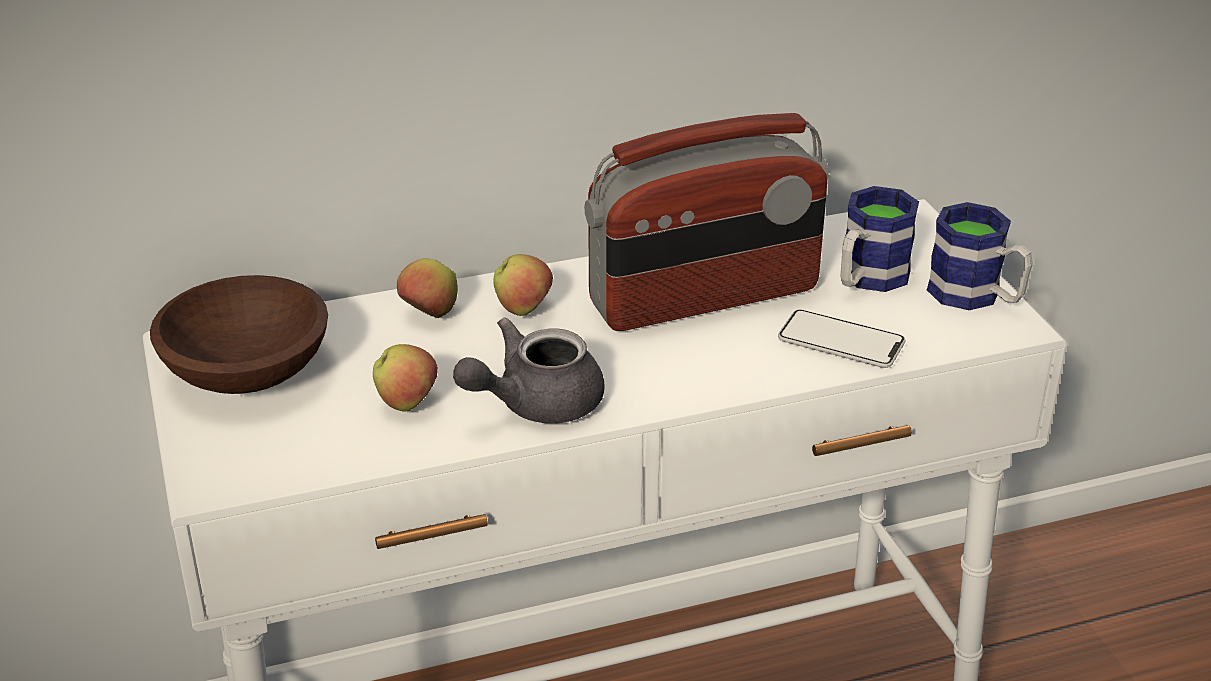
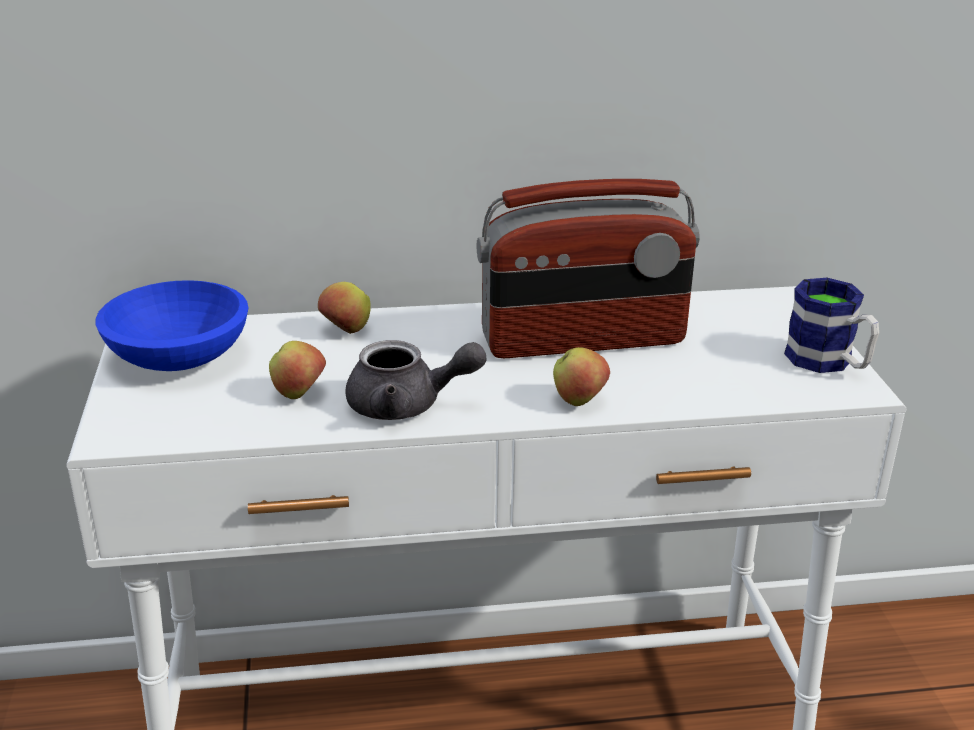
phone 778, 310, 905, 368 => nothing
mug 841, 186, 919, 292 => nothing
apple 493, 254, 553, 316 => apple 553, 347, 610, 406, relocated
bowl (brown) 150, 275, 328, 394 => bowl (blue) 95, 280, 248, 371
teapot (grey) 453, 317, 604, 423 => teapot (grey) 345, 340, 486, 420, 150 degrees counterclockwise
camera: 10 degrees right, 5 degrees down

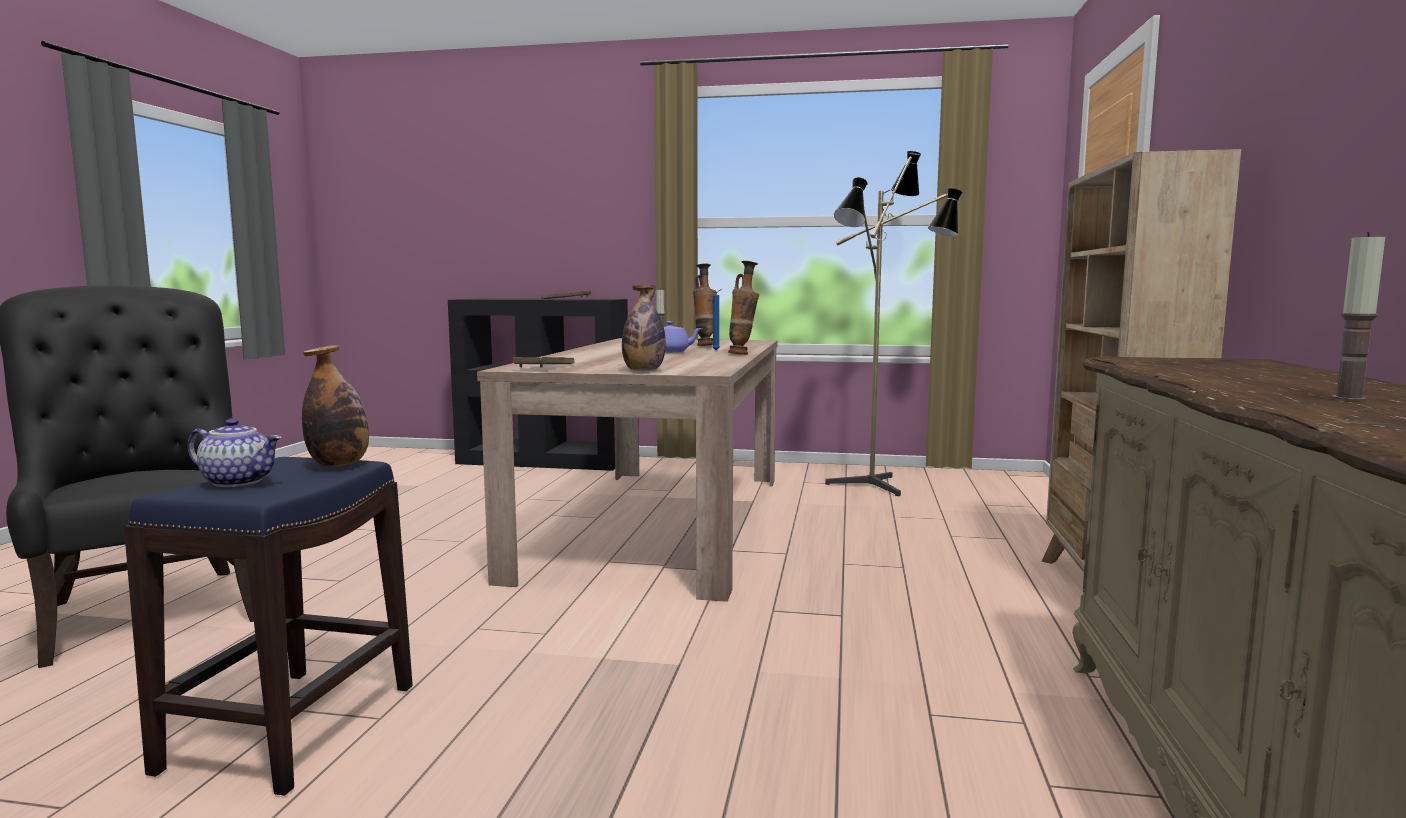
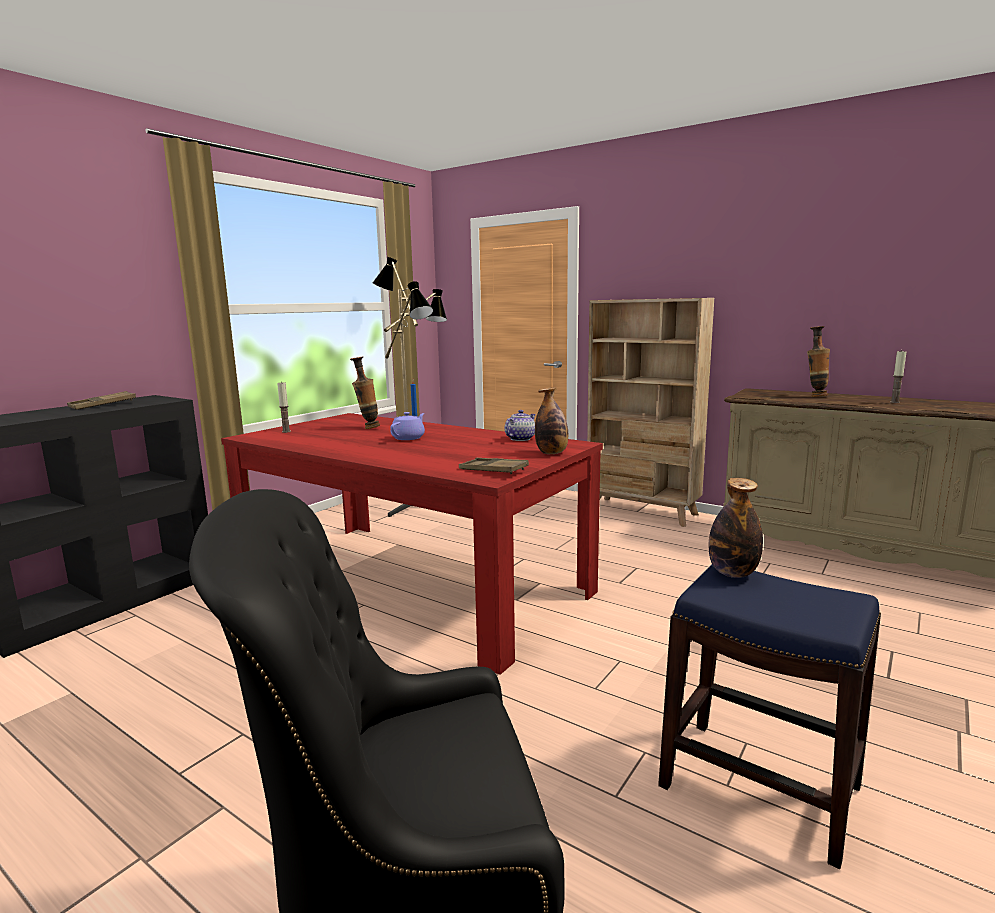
teapot 188, 418, 282, 487 => teapot 504, 410, 536, 441, relocated
vase 728, 261, 759, 355 => vase 807, 326, 830, 397, relocated
dining table (beige) 477, 338, 778, 602 => dining table (red) 221, 413, 603, 675
camera: 65 degrees left, 5 degrees up

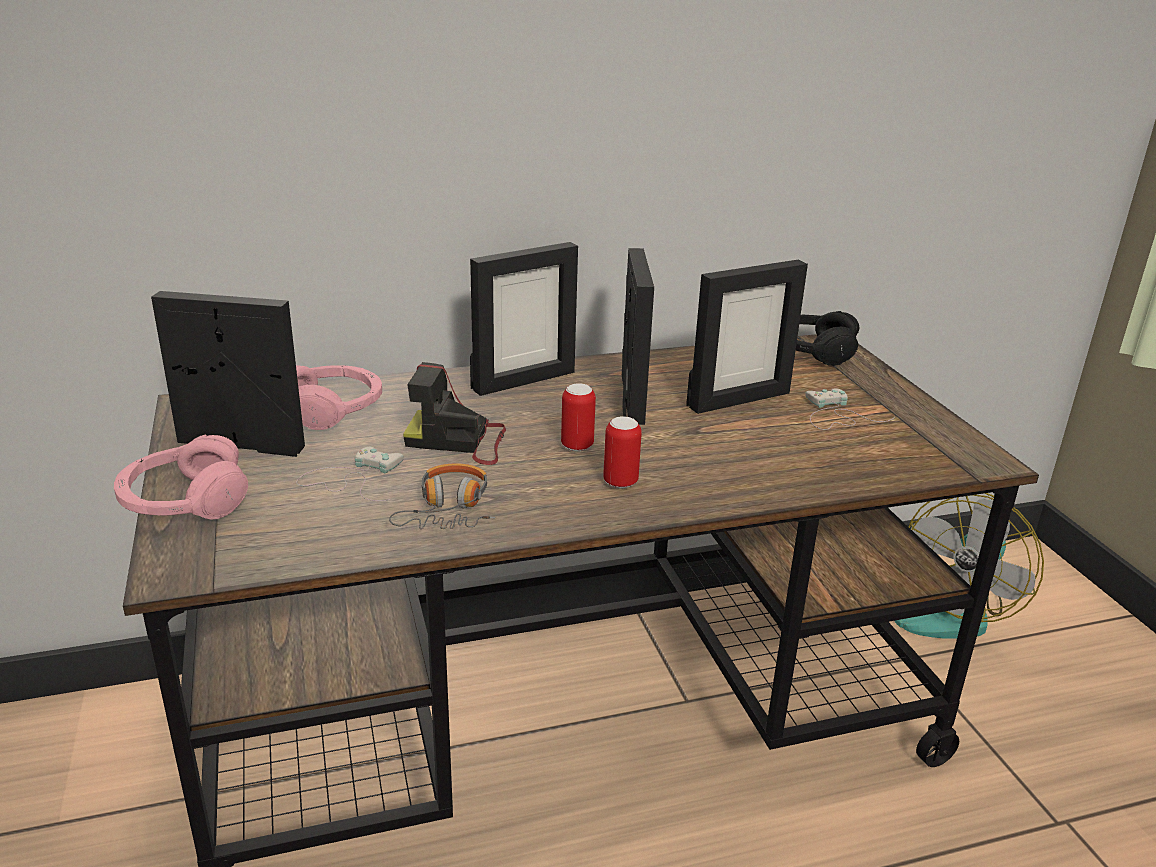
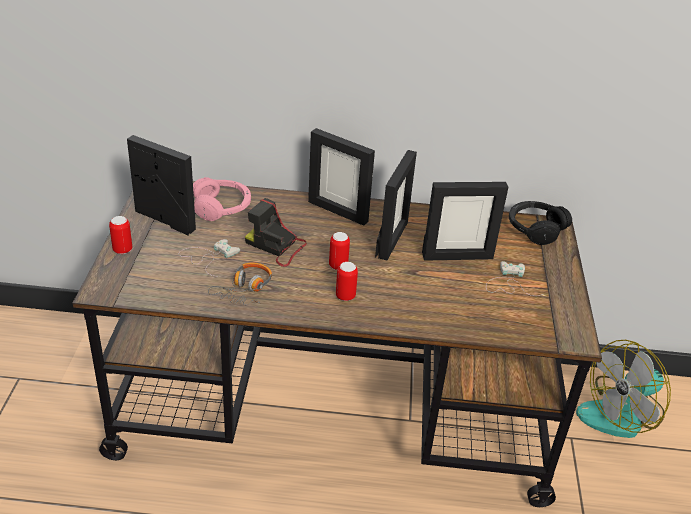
headphones (pink) 114, 435, 248, 519 => can 109, 216, 132, 254
picture frame 470, 242, 578, 396 => picture frame 308, 128, 375, 226, 45 degrees clockwise
camera: 20 degrees right, 10 degrees up

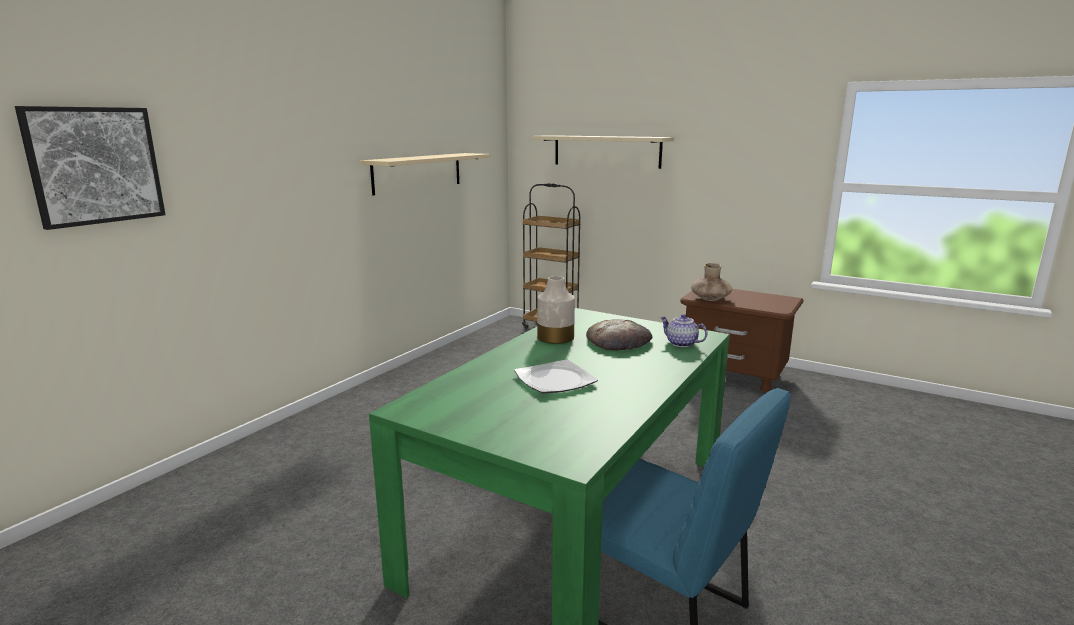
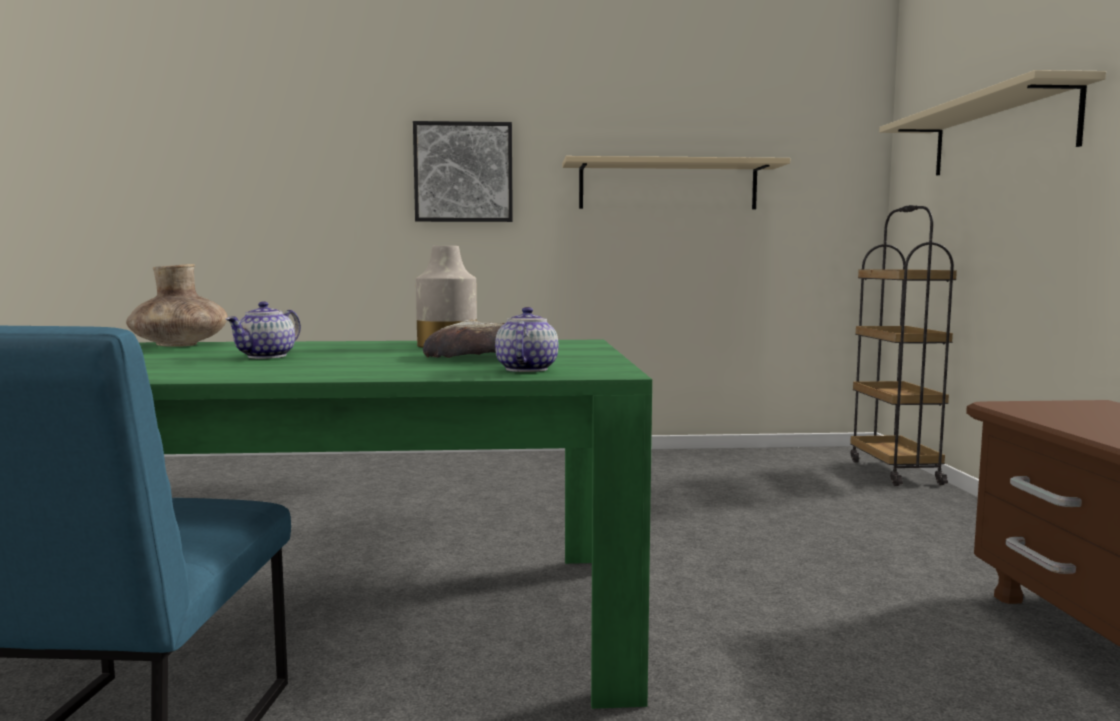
picture 15, 106, 166, 230 => picture 413, 121, 513, 222, relocated
vase (brown) 691, 263, 732, 301 => vase (brown) 126, 264, 228, 347, relocated
plate 514, 359, 598, 393 => teapot 226, 301, 301, 359
camera: 55 degrees right, 10 degrees down

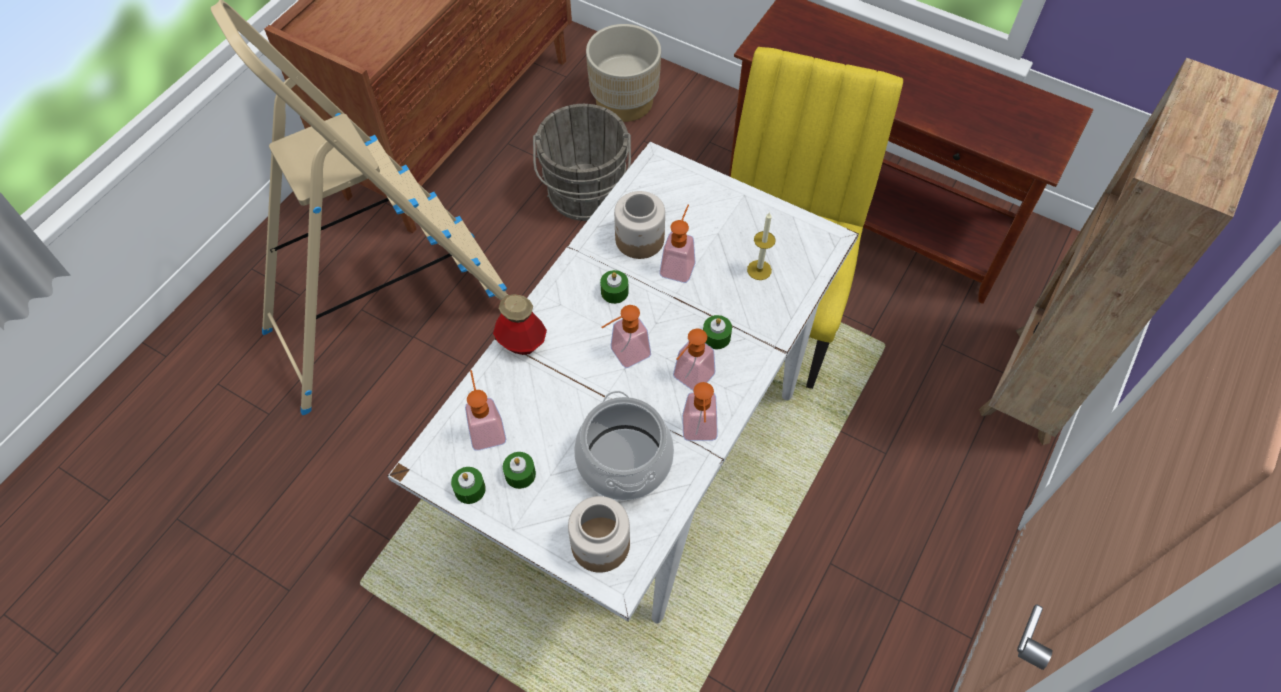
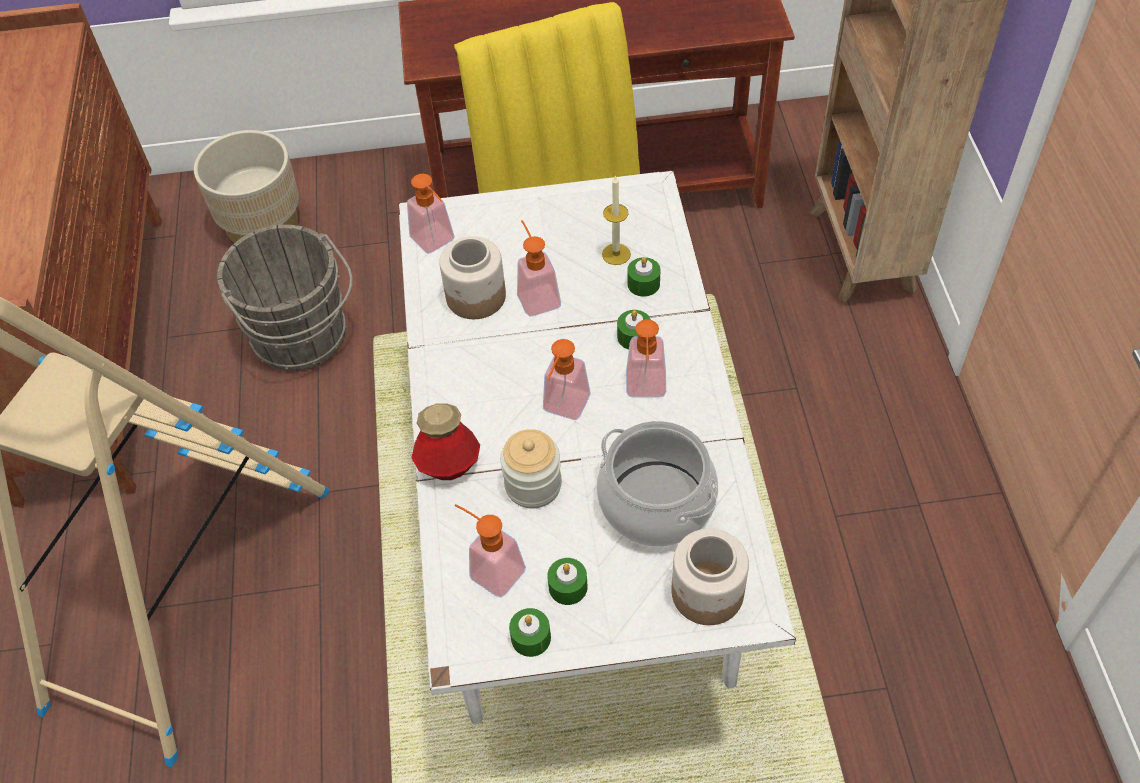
nothing => jar 500, 429, 562, 509
candle (green) 600, 270, 629, 304 => candle (green) 627, 257, 660, 297, relocated
soap dispenser 682, 382, 718, 441 => soap dispenser 407, 174, 455, 254, relocated
camera: 35 degrees left, 5 degrees down

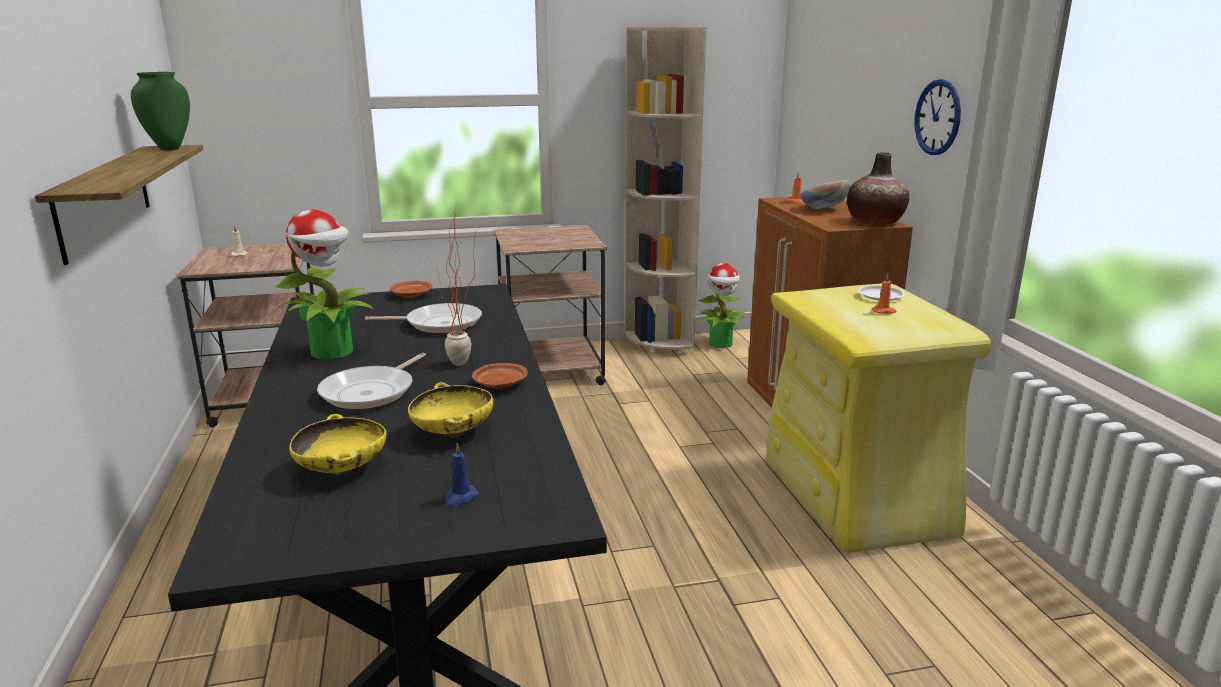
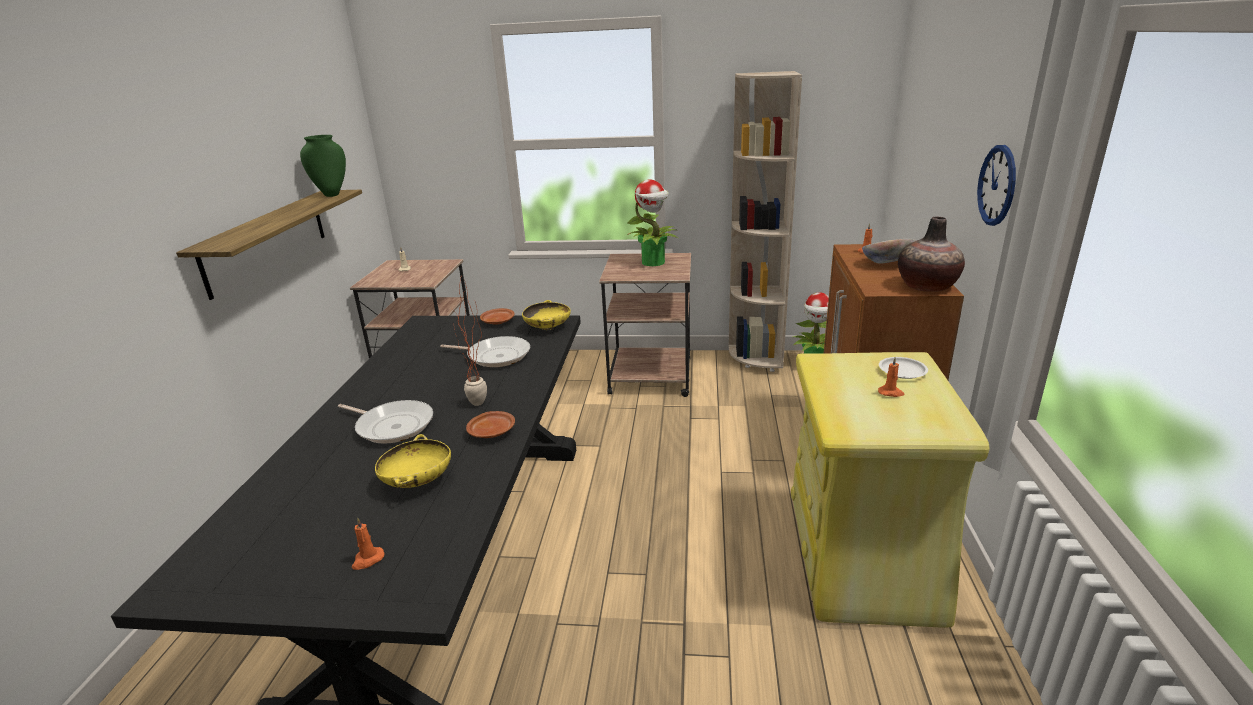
potted plant 275, 210, 373, 359 => potted plant 627, 179, 679, 266, relocated
bowl (yellow) 289, 414, 387, 474 => bowl (yellow) 522, 300, 571, 330, relocated
candle (blue) 444, 443, 479, 508 => candle (orange) 352, 517, 385, 570
frying pan 317, 353, 426, 409 => frying pan 338, 400, 433, 444, 105 degrees counterclockwise
camera: 20 degrees right, 5 degrees up

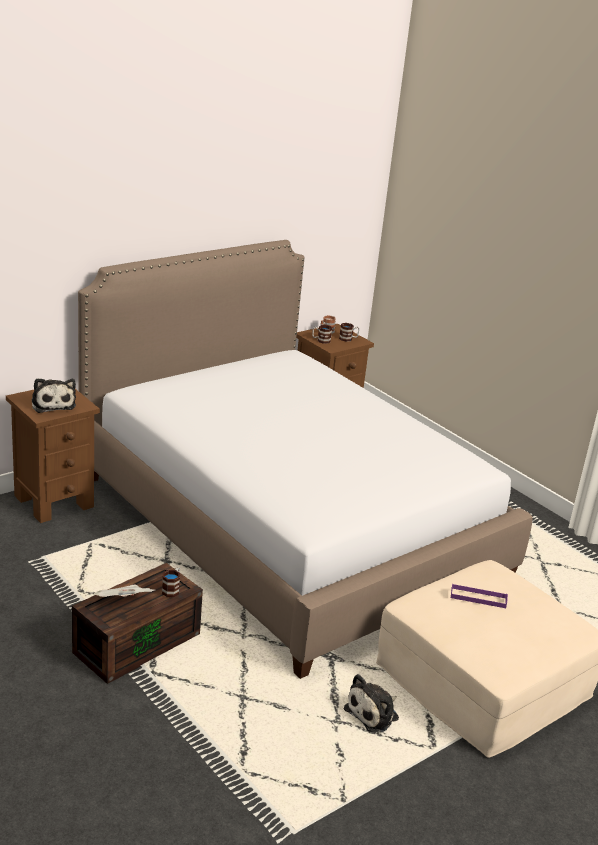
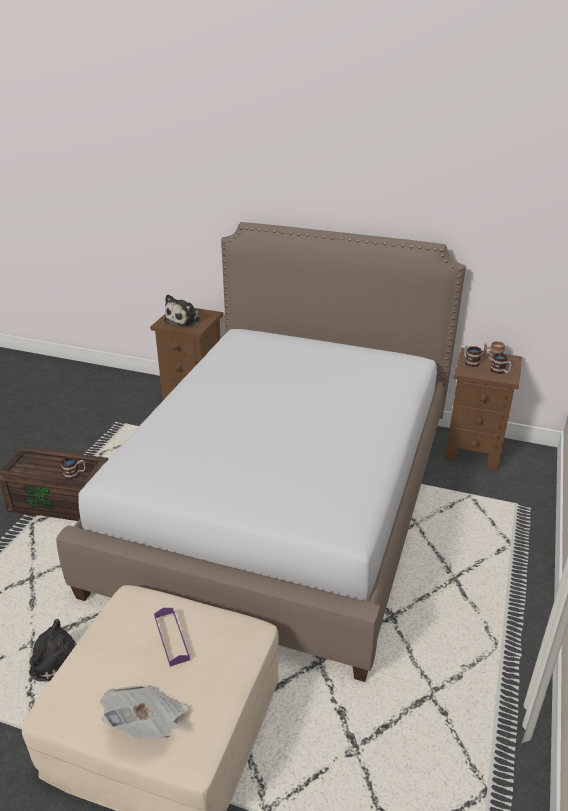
newspaper 95, 584, 154, 597 => newspaper 100, 685, 188, 739, relocated
camera: 60 degrees right, 5 degrees up

